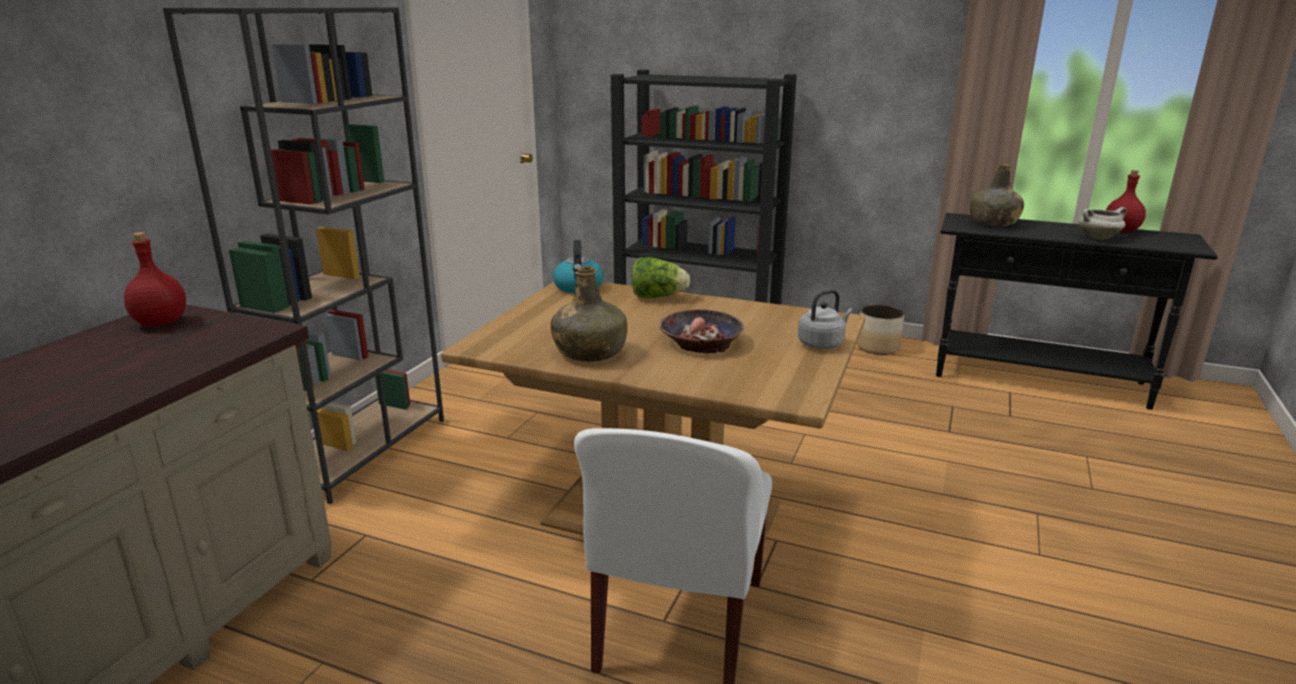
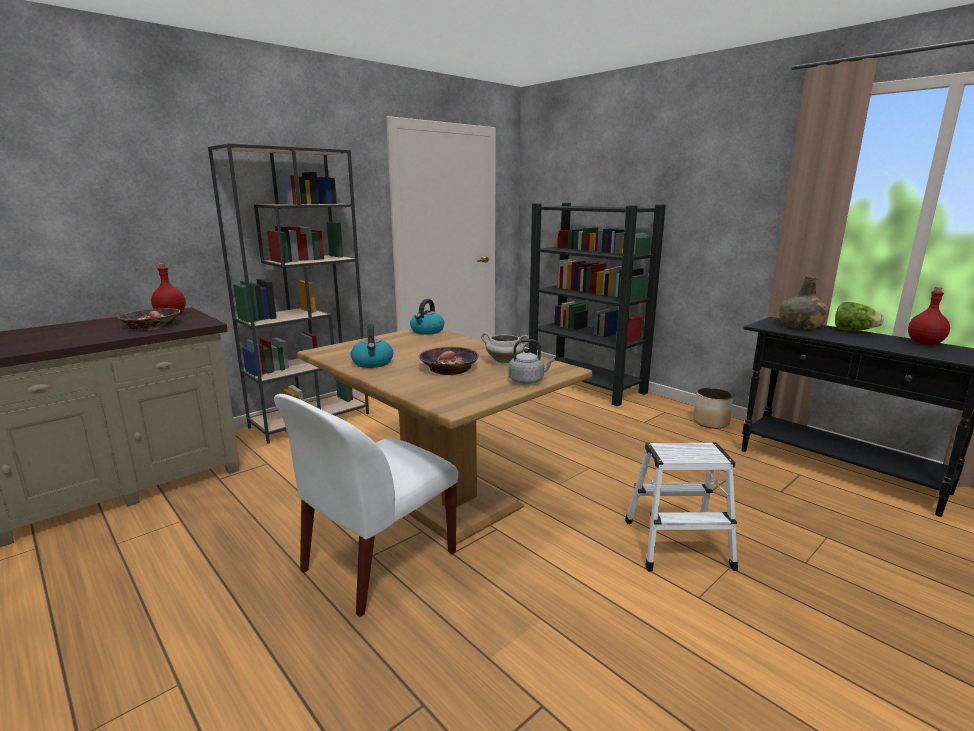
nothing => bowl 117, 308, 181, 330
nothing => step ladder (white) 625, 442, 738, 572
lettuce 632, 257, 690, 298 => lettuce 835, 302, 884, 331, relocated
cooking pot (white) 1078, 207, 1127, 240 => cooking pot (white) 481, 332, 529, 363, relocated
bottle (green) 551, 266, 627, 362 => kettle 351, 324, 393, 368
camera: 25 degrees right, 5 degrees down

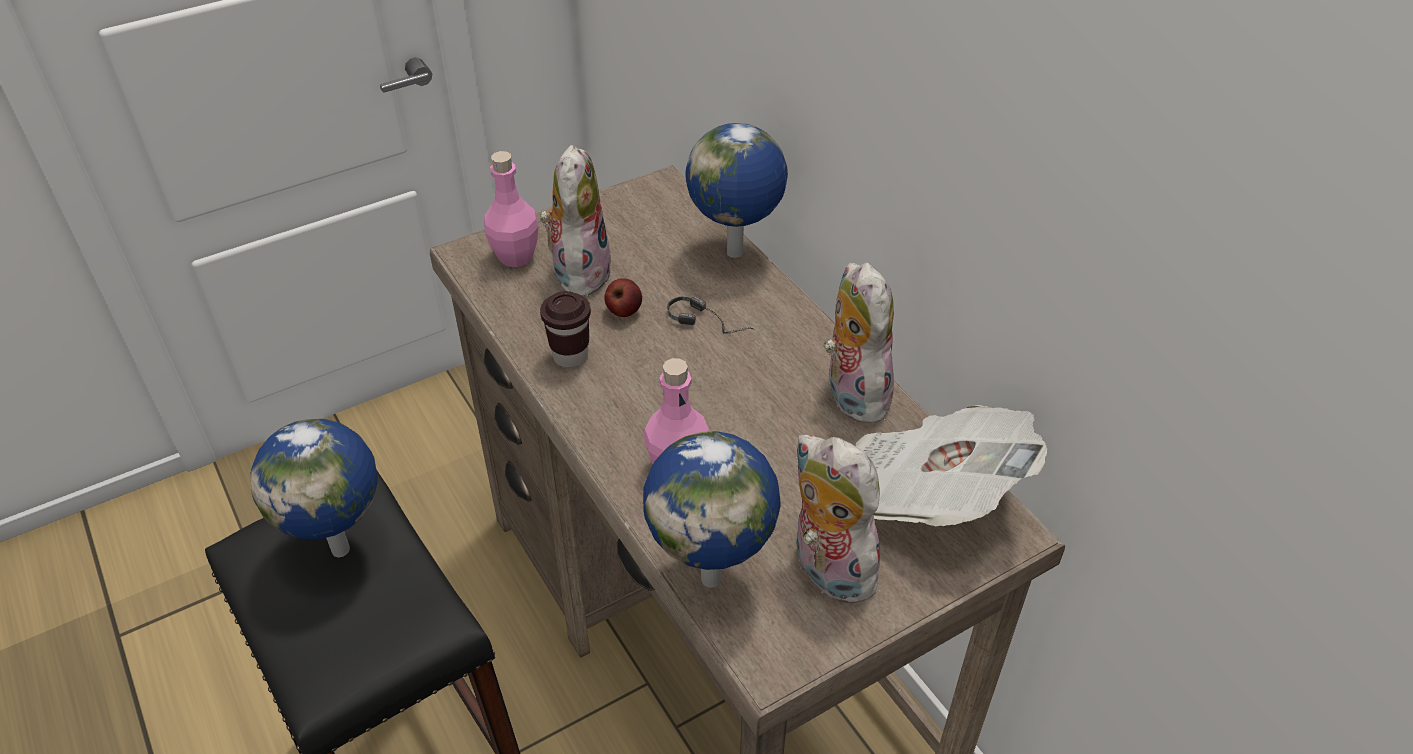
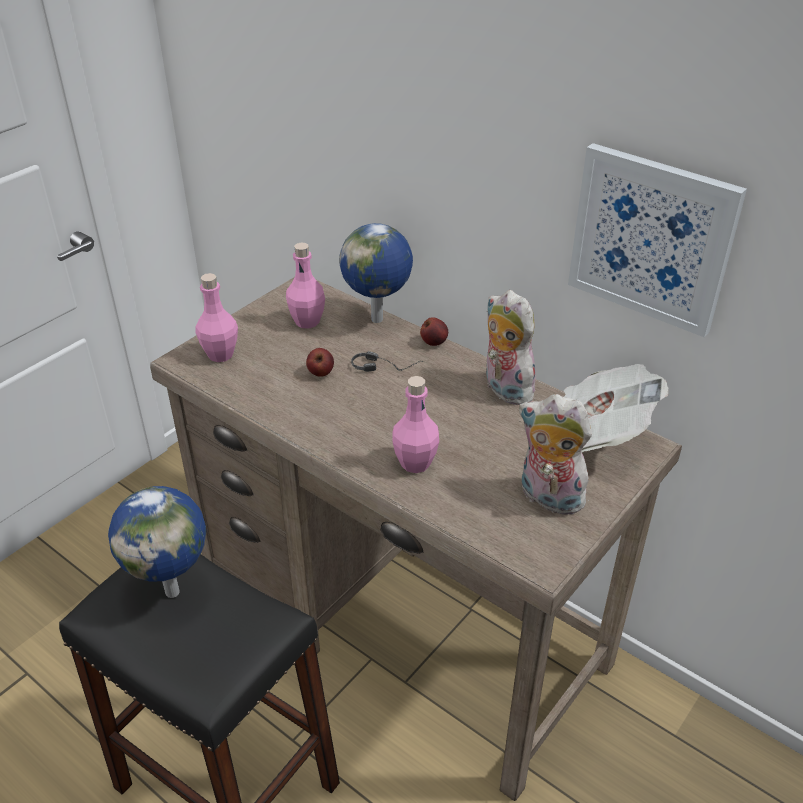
plush toy 540, 145, 612, 297 => nothing
cup (brown) 540, 291, 591, 368 => nothing
globe 643, 431, 781, 588 => nothing
nothing => bottle (pink) 286, 243, 325, 329
nothing => apple 420, 317, 448, 346
nothing => picture 568, 143, 747, 337
camera: 20 degrees left, 5 degrees down

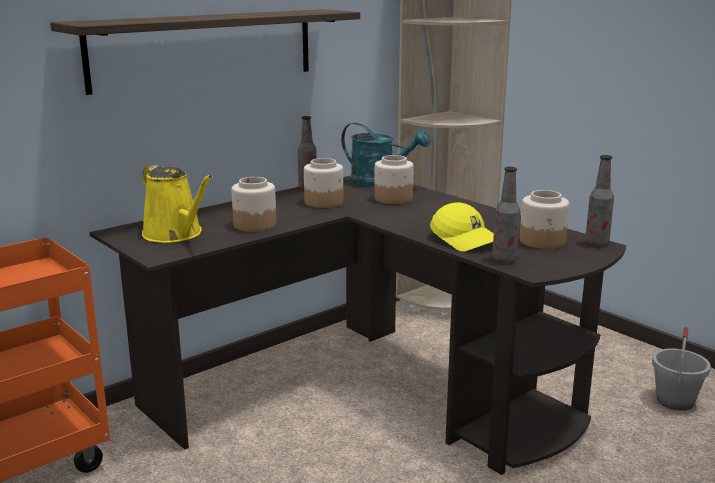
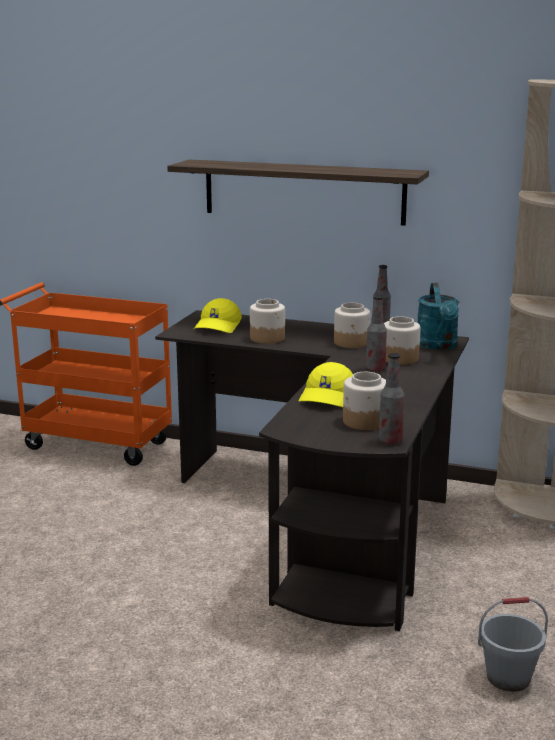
bottle 492, 167, 520, 263 => bottle 366, 295, 387, 372, relocated
watering can (yellow) 142, 165, 213, 243 => cap (yellow) 194, 298, 242, 333
camera: 60 degrees right, 0 degrees up

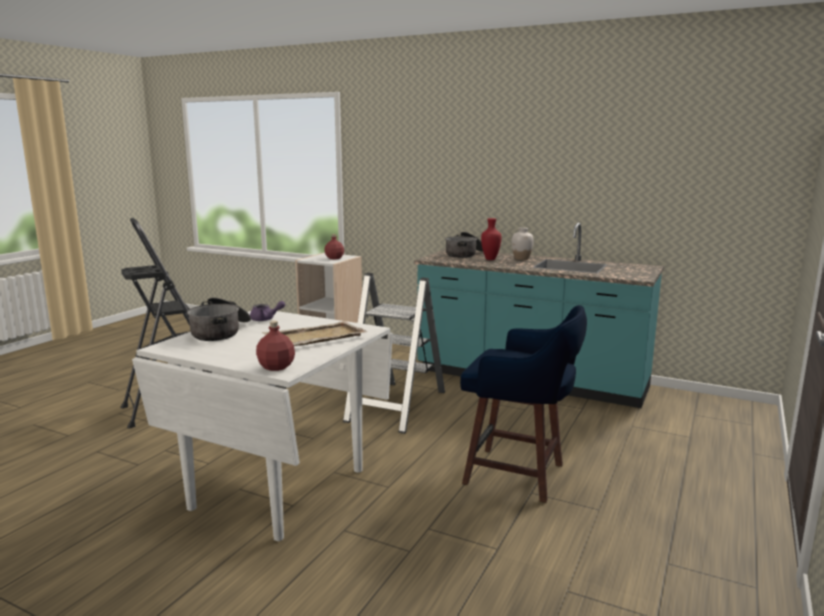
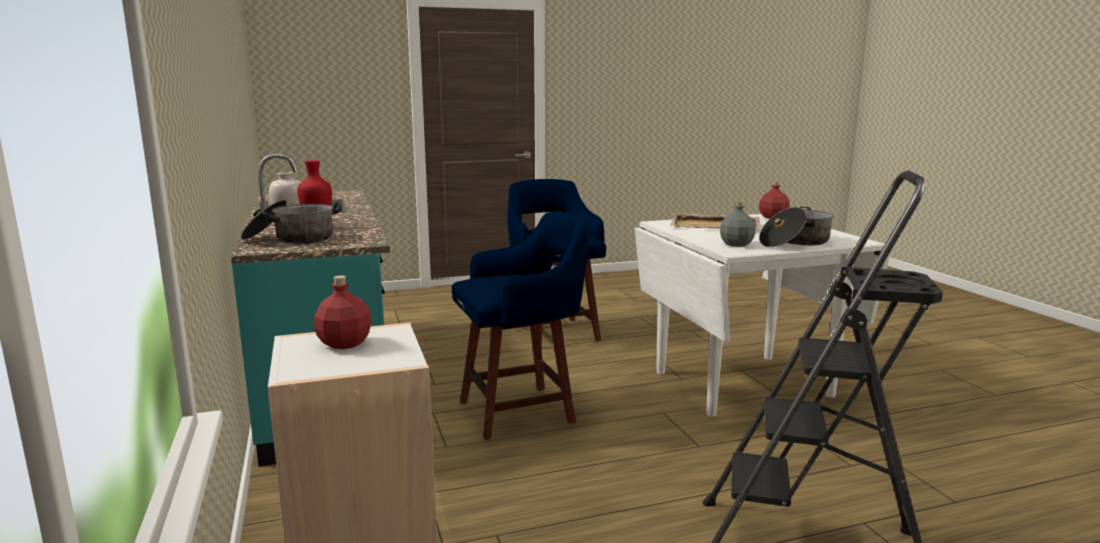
teapot (purple) 250, 301, 285, 321 => bottle (grey) 720, 201, 755, 247
step ladder (grey) 343, 273, 445, 434 => stool (blue) 452, 212, 588, 440
camera: 135 degrees left, 0 degrees up

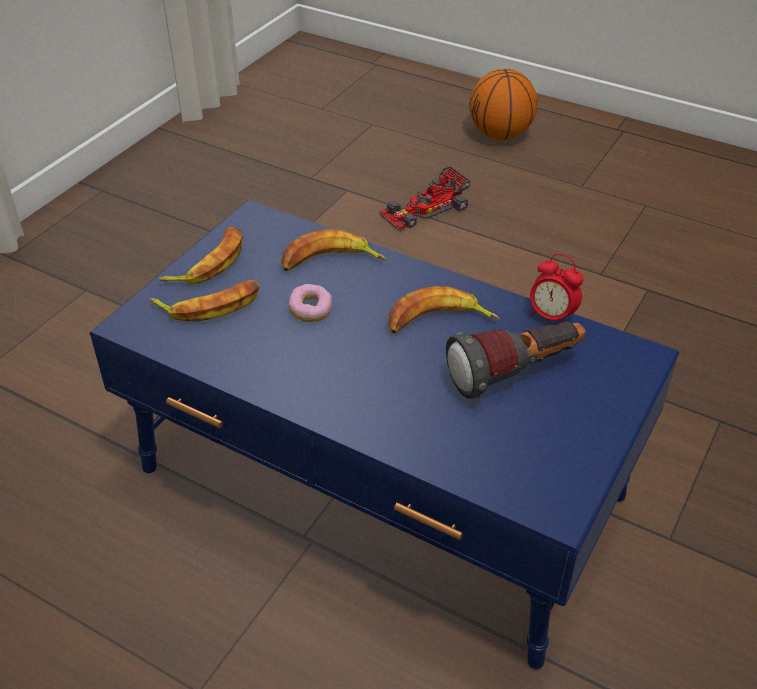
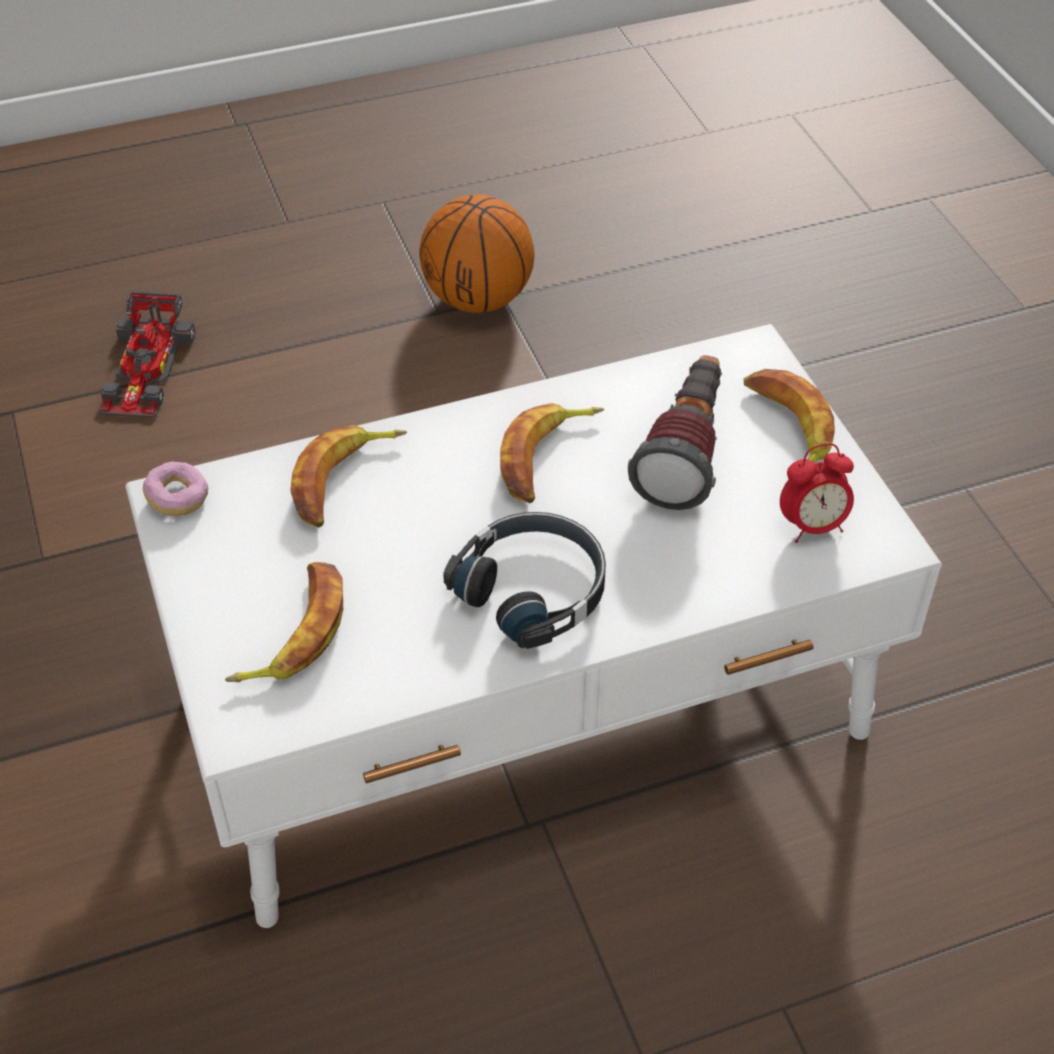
nothing => headphones (black) 443, 512, 606, 649
banana 158, 227, 243, 284 => banana 744, 369, 835, 463, relocated
donut 288, 284, 332, 322 => donut 143, 461, 208, 516, relocated
basketball 469, 69, 538, 140 => basketball 419, 195, 535, 313, relocated
alarm clock 530, 254, 584, 323 => alarm clock 780, 443, 854, 543, relocated
coffee table (blue) 90, 200, 679, 669 => coffee table (white) 125, 324, 942, 928
camera: 50 degrees left, 5 degrees up

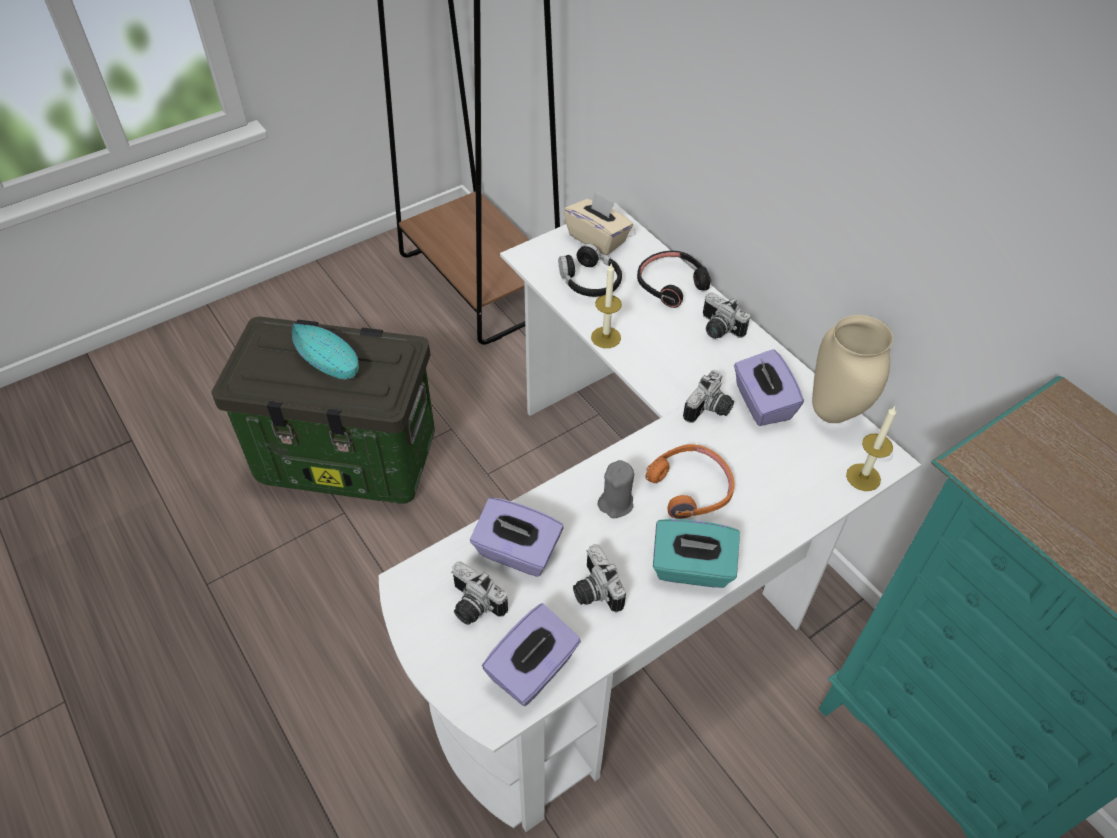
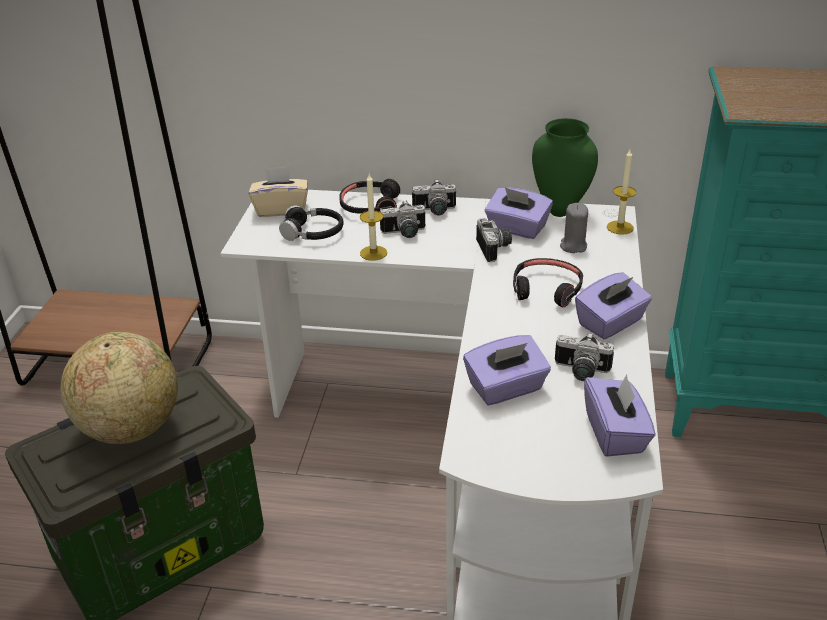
photo camera 451, 561, 508, 625 => photo camera 380, 200, 425, 238, relocated
candle (grey) 598, 460, 634, 518 => candle (grey) 560, 203, 588, 253, relocated
bowl (turquoise) 292, 324, 359, 379 => globe 60, 332, 178, 444
headphones (orange) 645, 444, 735, 519 => headphones (black) 513, 258, 583, 307
tissue box (turquoise) 653, 519, 740, 588 => tissue box (purple) 575, 272, 652, 339
vase (beige) 812, 315, 893, 423 => vase (green) 532, 118, 598, 217
camera: 45 degrees left, 15 degrees down

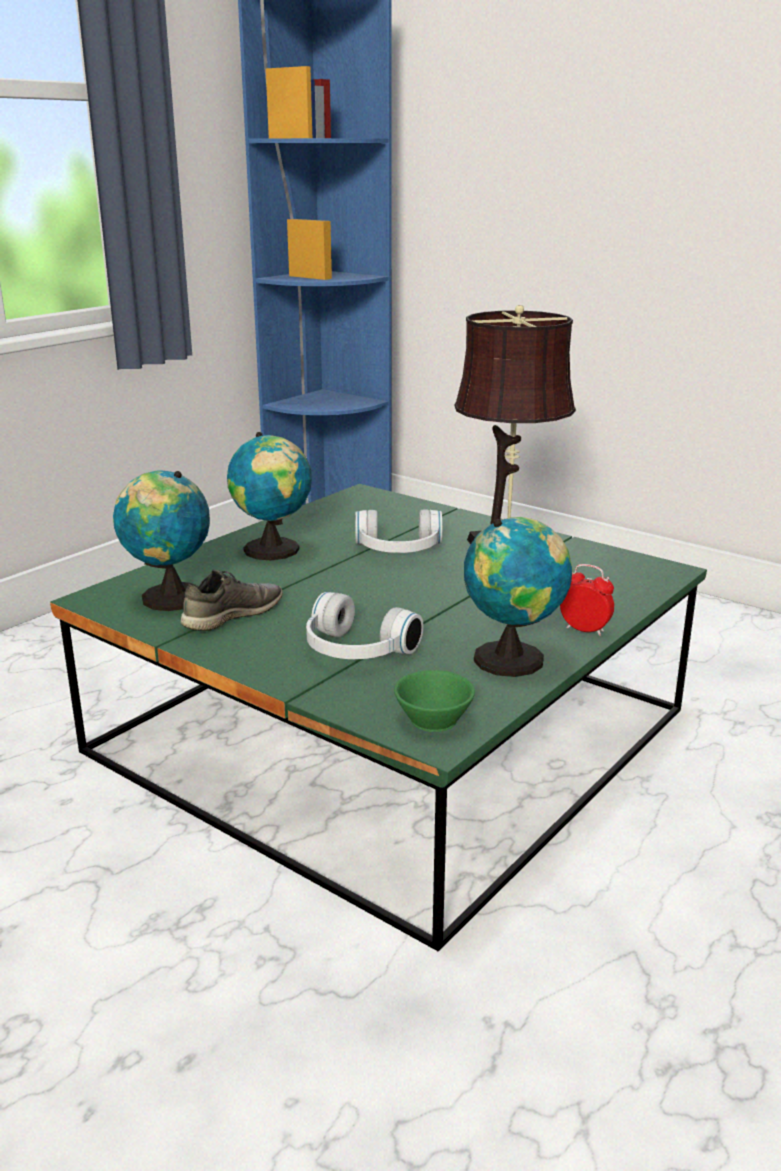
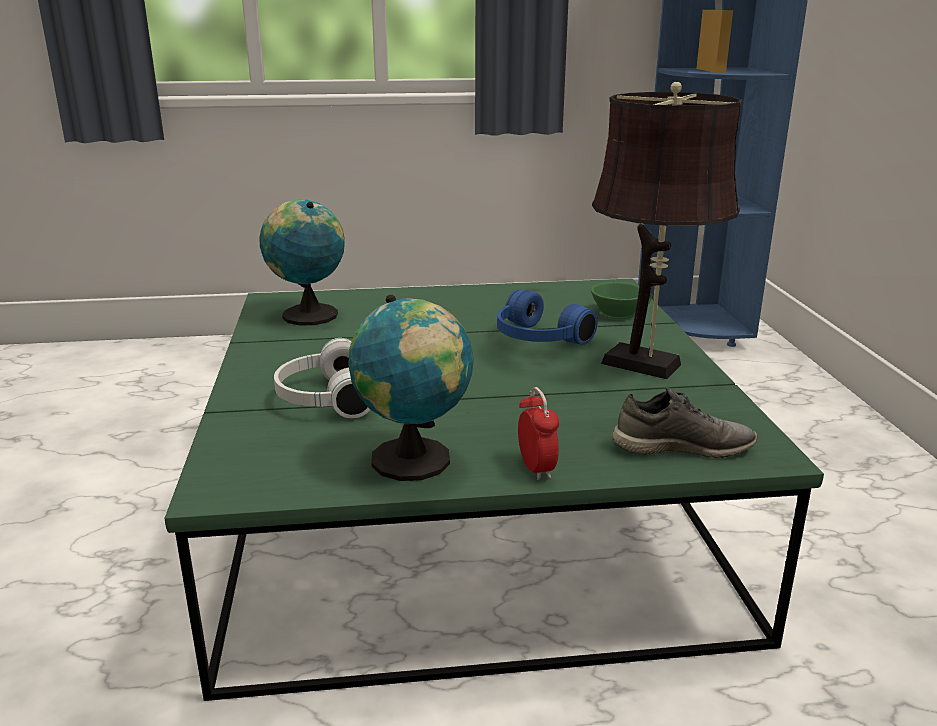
globe 227, 432, 312, 560 => nothing
shoe (grey) 181, 570, 283, 631 => shoe (grey) 612, 387, 757, 458, relocated
cup (green) 394, 670, 475, 732 => cup (green) 591, 282, 652, 319, relocated
headphones (white) 355, 509, 442, 553 => headphones (blue) 497, 289, 598, 345
camera: 45 degrees right, 0 degrees up

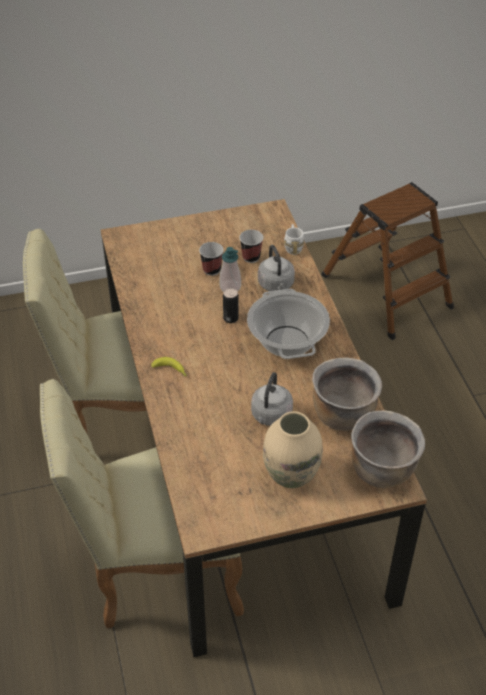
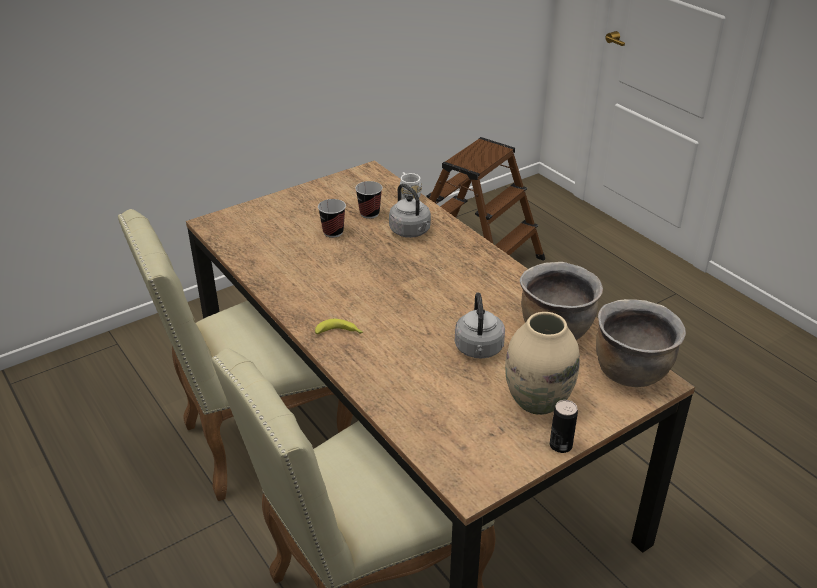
soap dispenser 219, 247, 241, 292 => nothing
cooking pot 247, 289, 330, 359 => nothing
can 223, 288, 239, 323 => can 550, 400, 578, 453, relocated
camera: 20 degrees left, 10 degrees down

